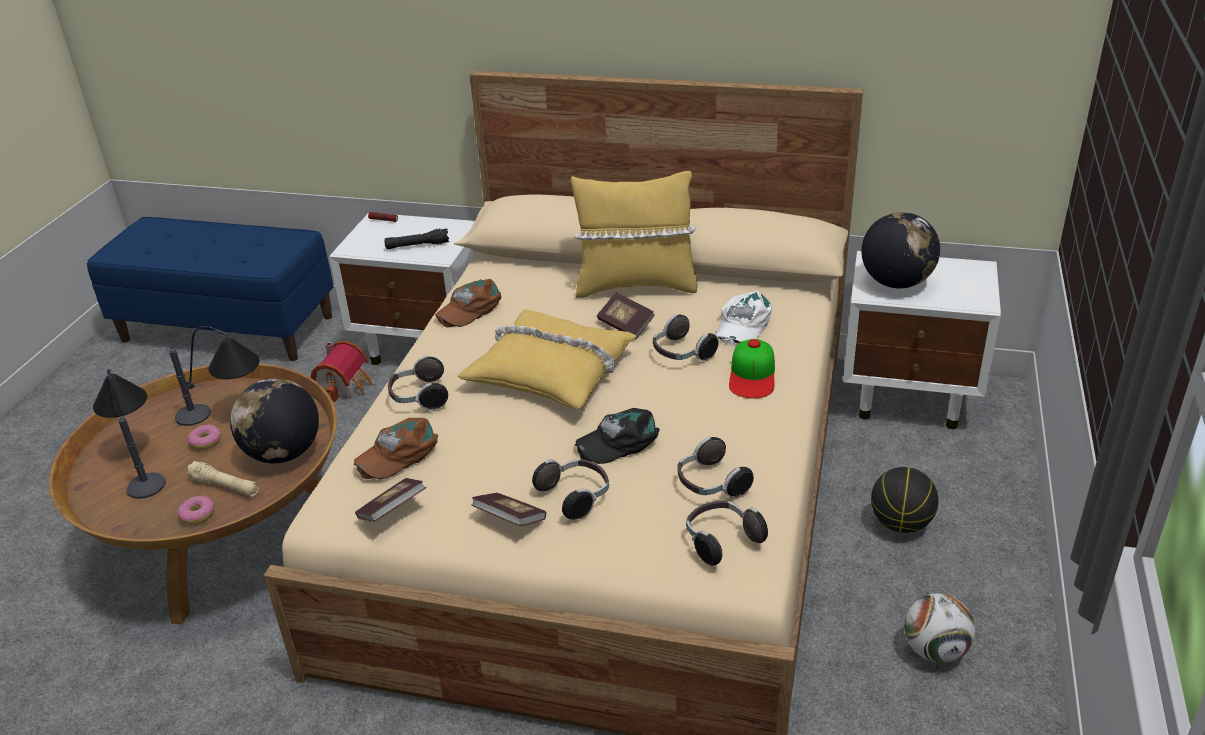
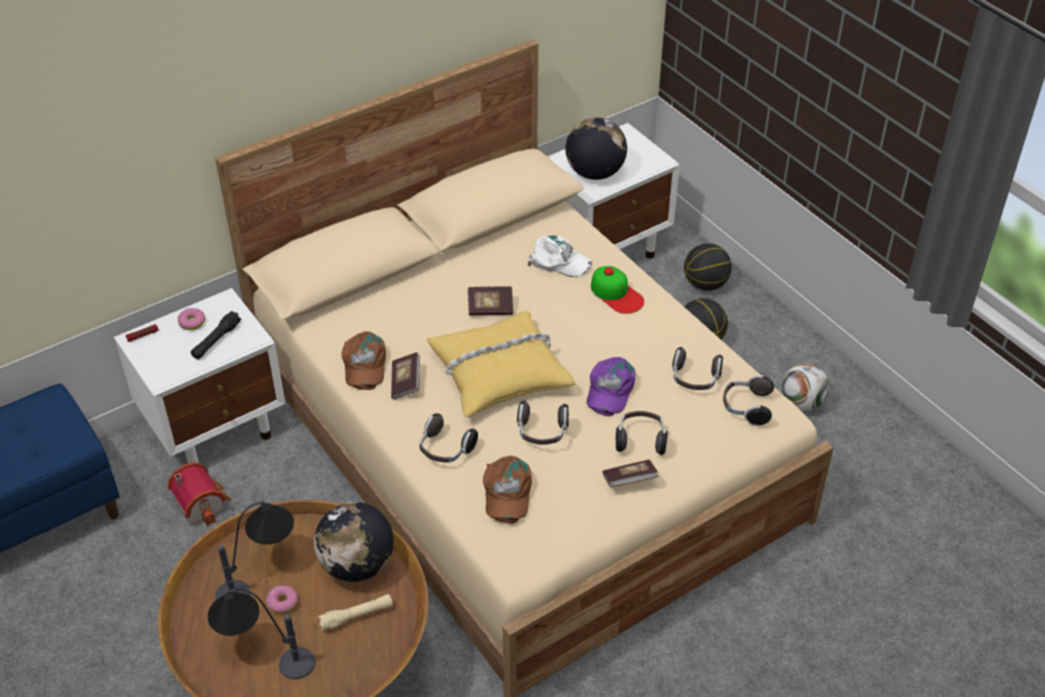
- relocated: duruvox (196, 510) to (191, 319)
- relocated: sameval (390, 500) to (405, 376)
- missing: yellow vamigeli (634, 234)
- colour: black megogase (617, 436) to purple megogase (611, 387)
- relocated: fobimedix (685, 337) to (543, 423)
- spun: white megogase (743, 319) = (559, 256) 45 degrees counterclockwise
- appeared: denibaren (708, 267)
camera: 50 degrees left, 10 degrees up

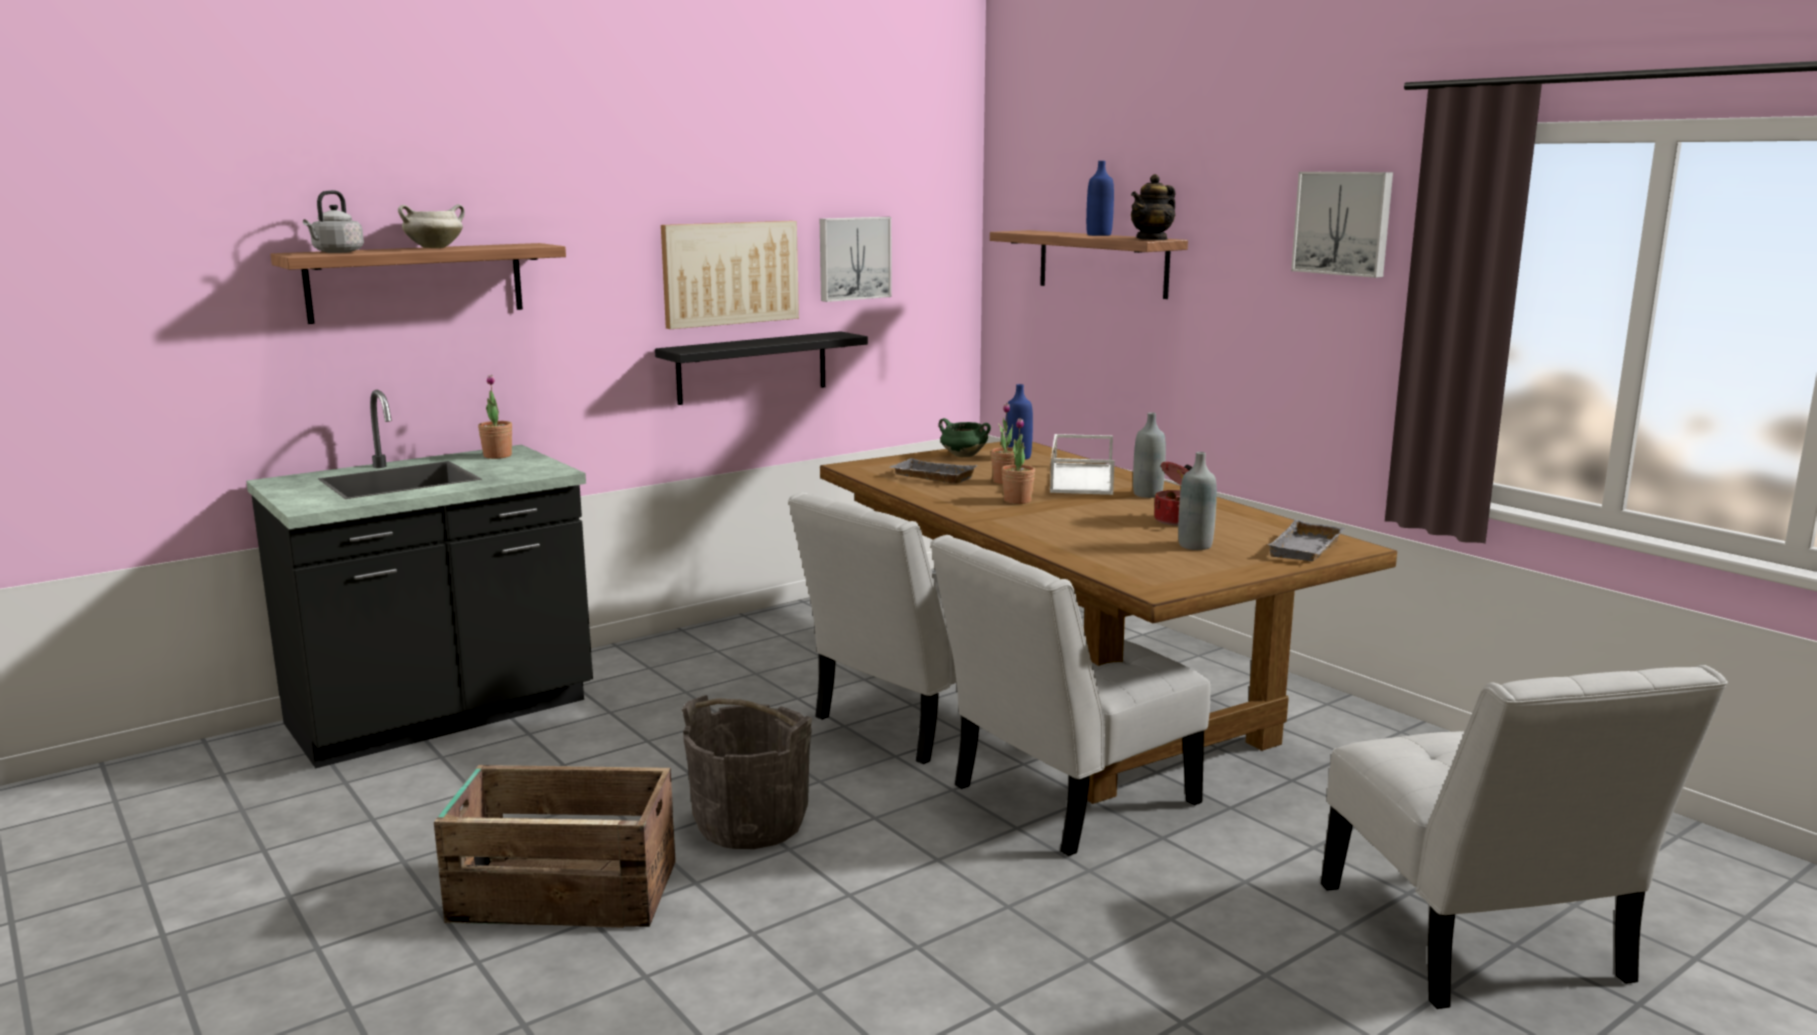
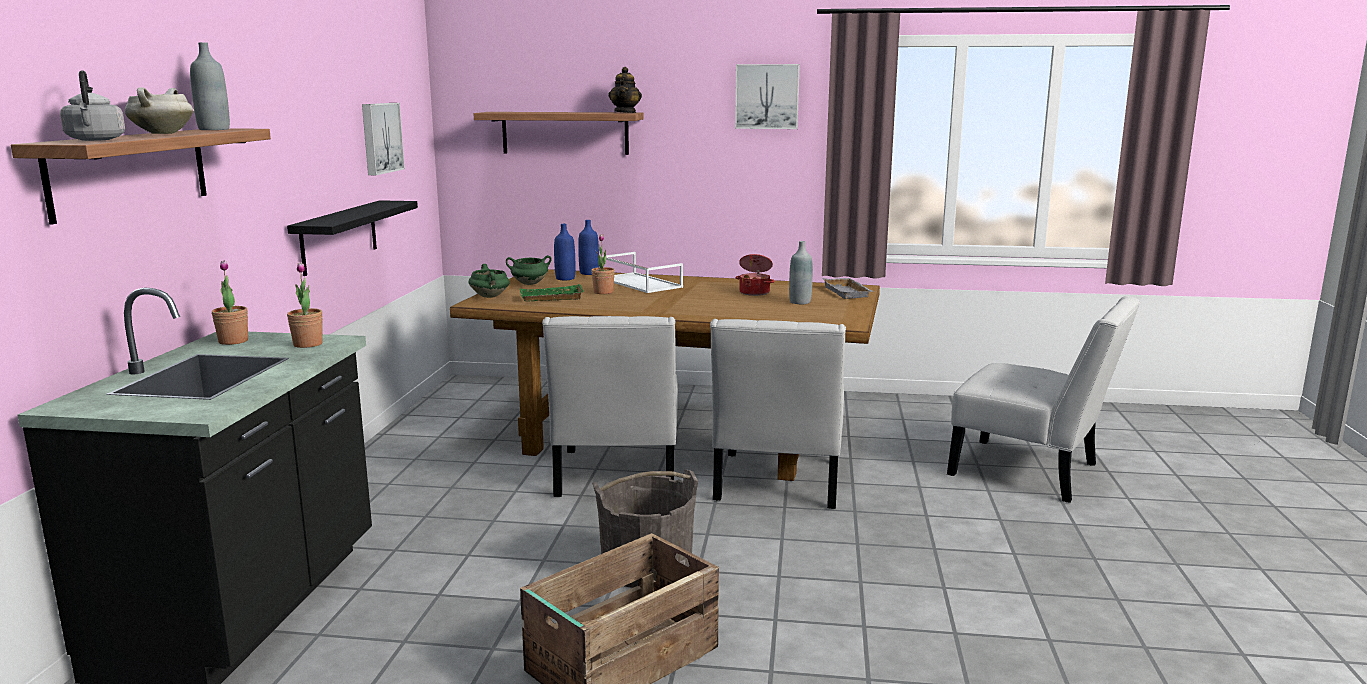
- missing: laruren (730, 275)
- colour: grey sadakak (934, 471) to green sadakak (552, 292)
- relocated: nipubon (1018, 461) to (305, 305)
- relocated: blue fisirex (1100, 198) to (588, 247)
- relocated: grey fisirex (1149, 455) to (210, 86)
- appeared: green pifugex (489, 281)
camera: 45 degrees left, 0 degrees up

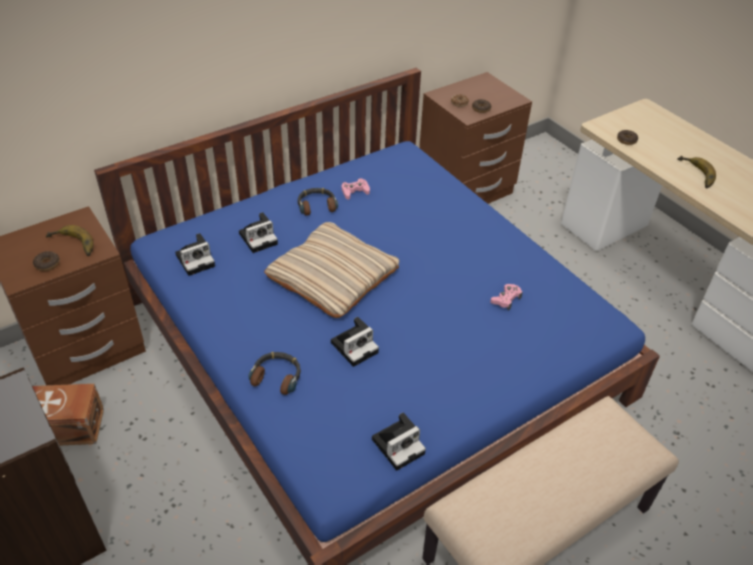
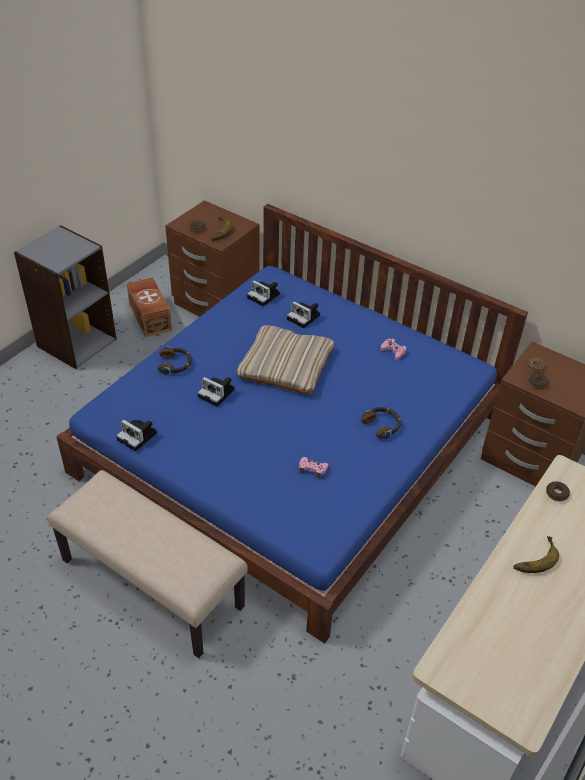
- relocated: fobimedix (318, 202) to (381, 423)
camera: 70 degrees right, 0 degrees up

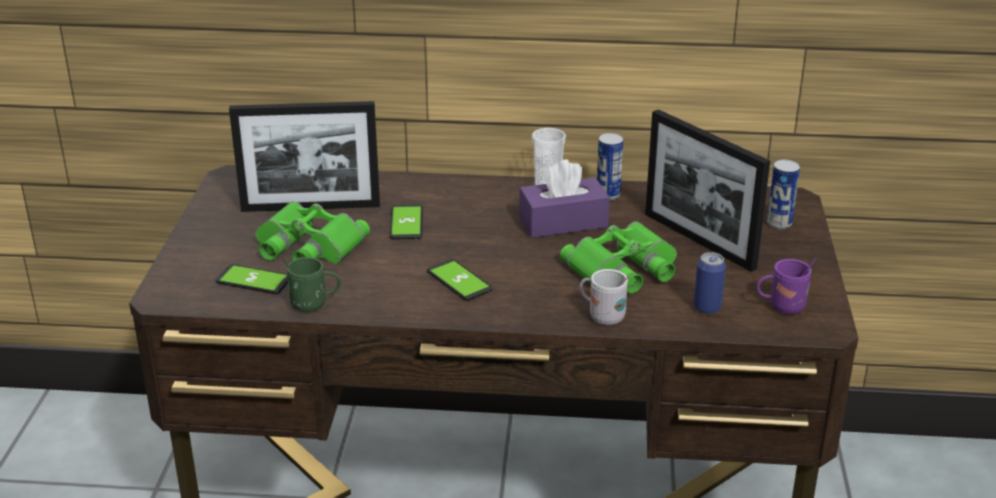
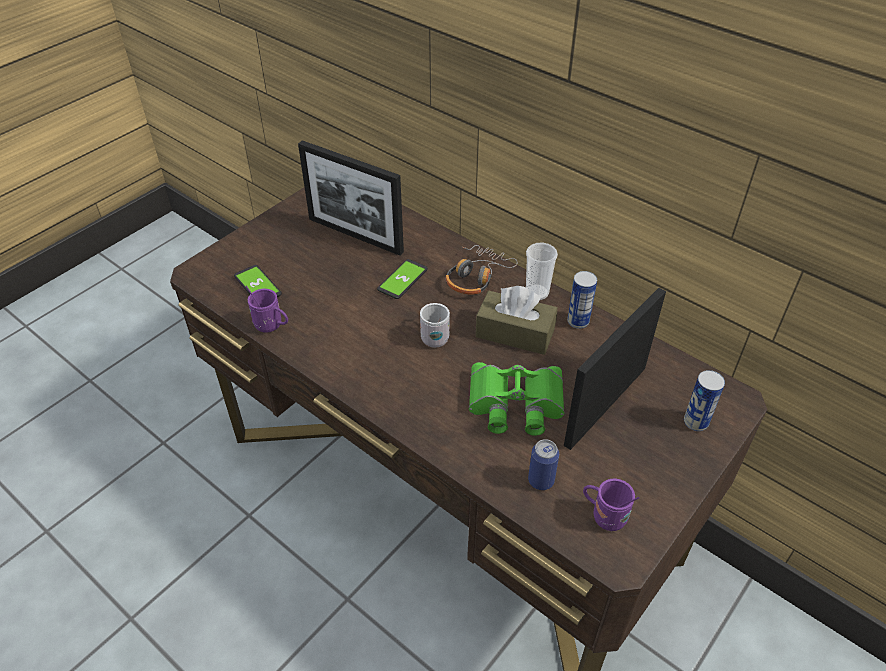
- missing: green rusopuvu (312, 232)
- colour: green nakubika (311, 284) to purple nakubika (267, 309)
- missing: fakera (460, 280)
- colour: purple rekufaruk (564, 198) to brown rekufaruk (517, 320)
- relocated: white nakubika (605, 297) to (435, 325)
- spun: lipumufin (707, 190) = (615, 369) 45 degrees clockwise
- appeared: fobimedix (481, 270)
camera: 35 degrees right, 15 degrees up

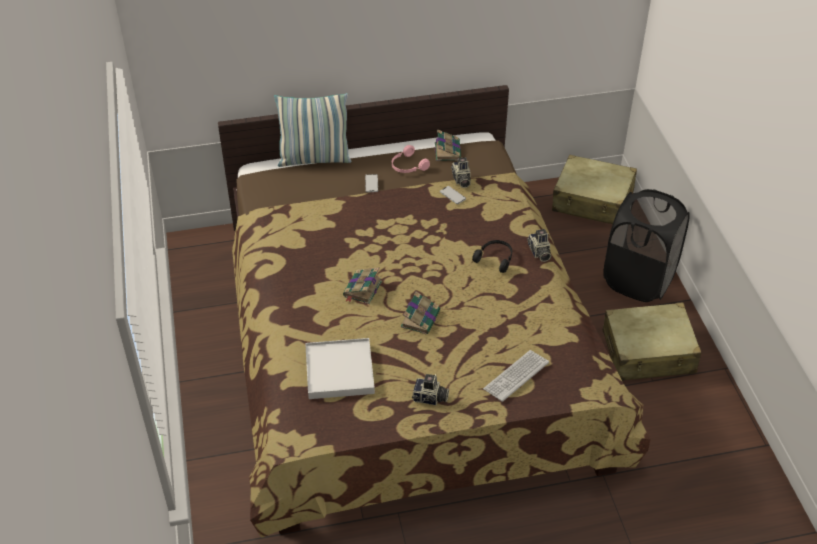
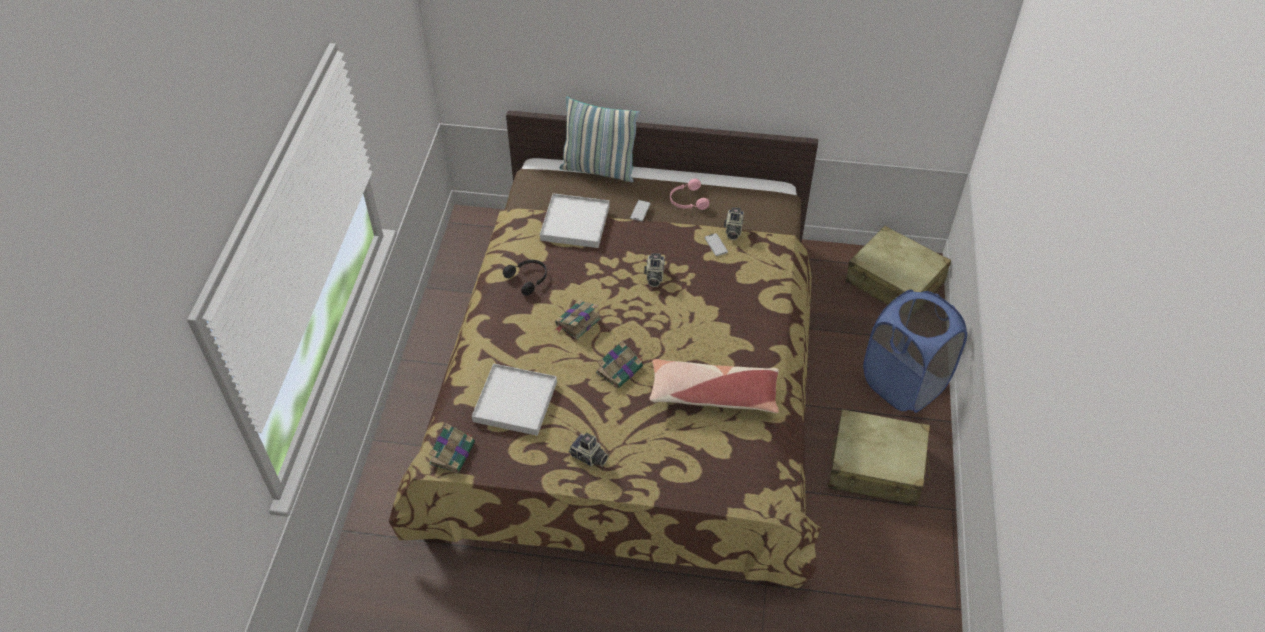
- relocated: sameval (447, 145) to (452, 448)
- relocated: black fobimedix (492, 256) to (525, 277)
- missing: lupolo (516, 376)
- relocated: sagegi (539, 245) to (654, 270)
- colour: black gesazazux (646, 245) to blue gesazazux (915, 351)
- appeared: white sadakak (575, 220)
- appeared: vamigeli (714, 386)
camera: 20 degrees right, 5 degrees up

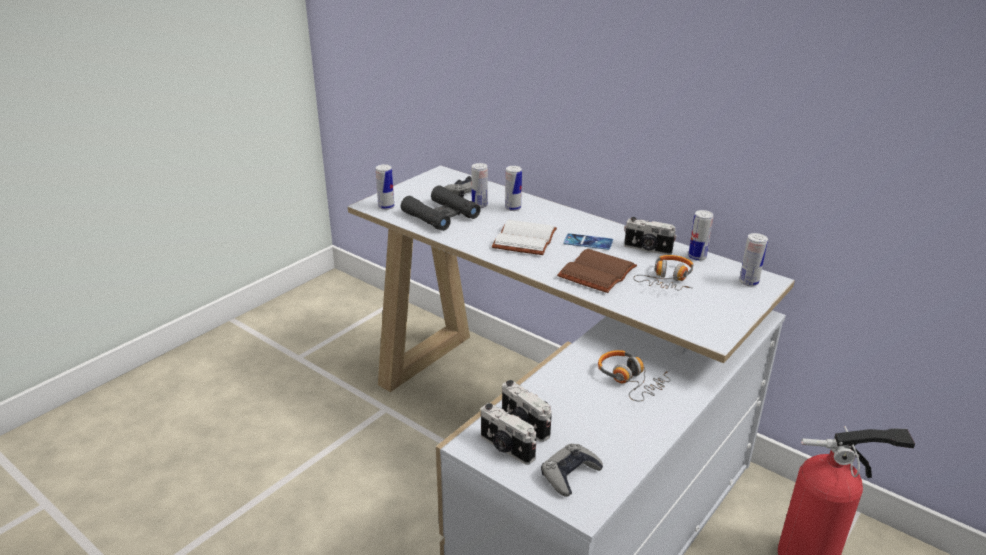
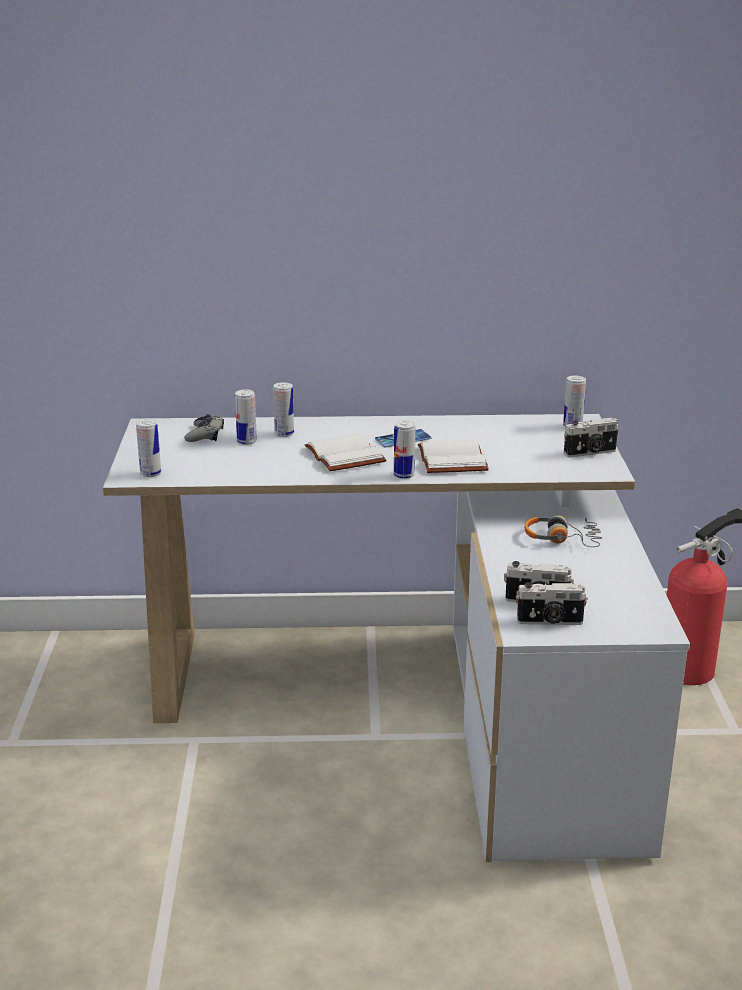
- missing: black rusopuvu (441, 208)
- missing: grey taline (572, 470)
- colour: brown sameval (597, 271) to white sameval (453, 456)
- relocated: sagegi (650, 236) to (591, 437)
- missing: fobimedix (663, 272)
- relocated: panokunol (700, 235) to (404, 449)
camera: 40 degrees left, 5 degrees down

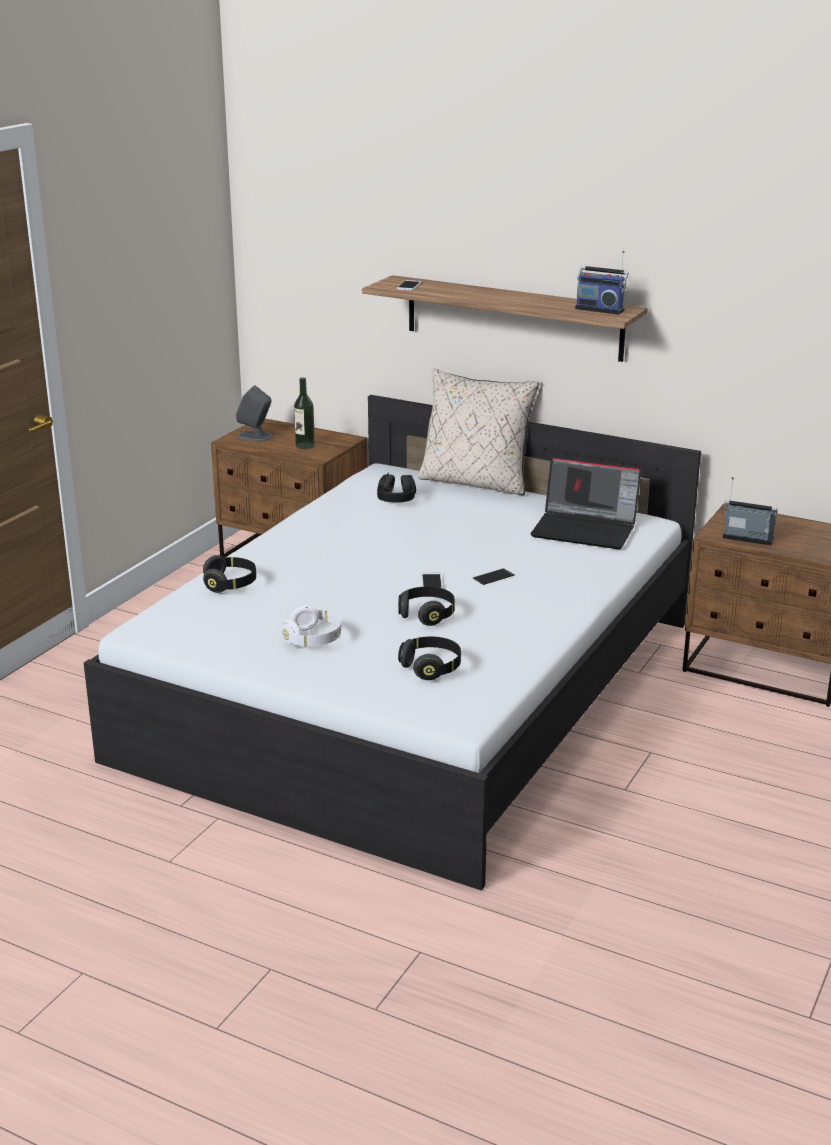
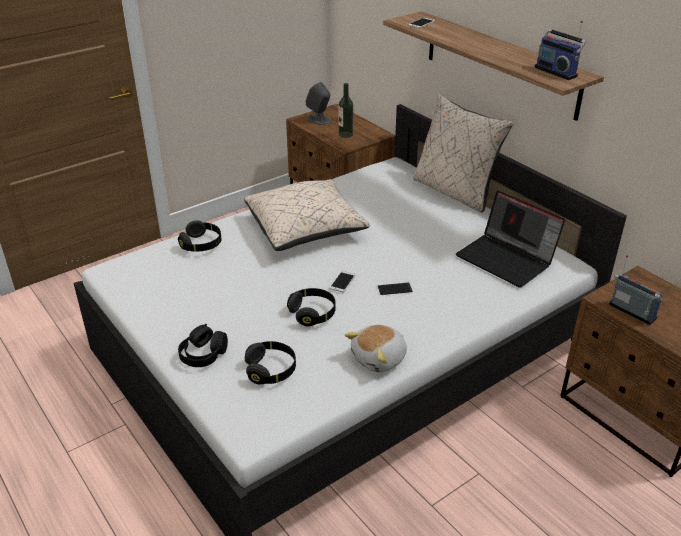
- missing: white fobimedix (311, 626)
- relocated: black fobimedix (396, 488) to (203, 345)
- appeared: beige vamigeli (307, 215)
- appeared: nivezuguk (376, 349)
camera: 25 degrees right, 10 degrees up

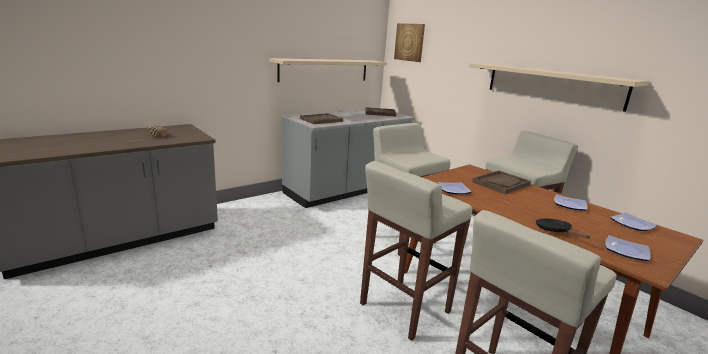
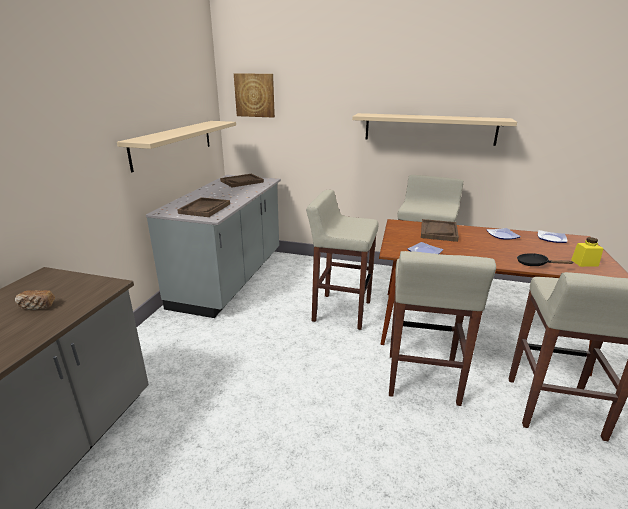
- exchanged: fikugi (628, 248) to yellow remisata (587, 252)
camera: 35 degrees left, 5 degrees up

